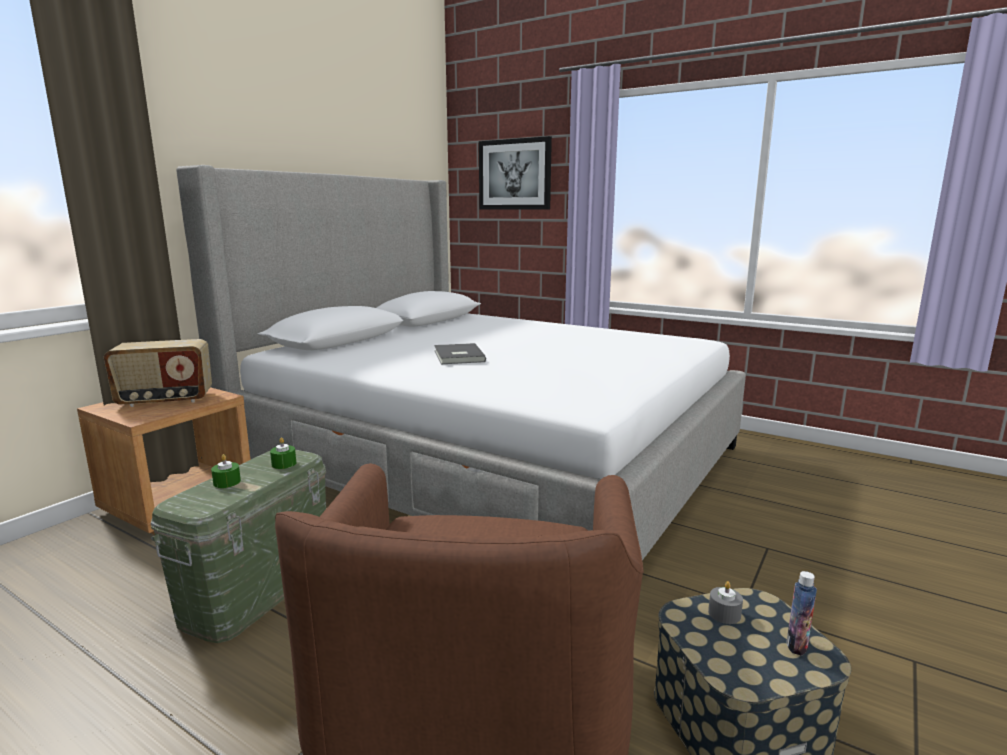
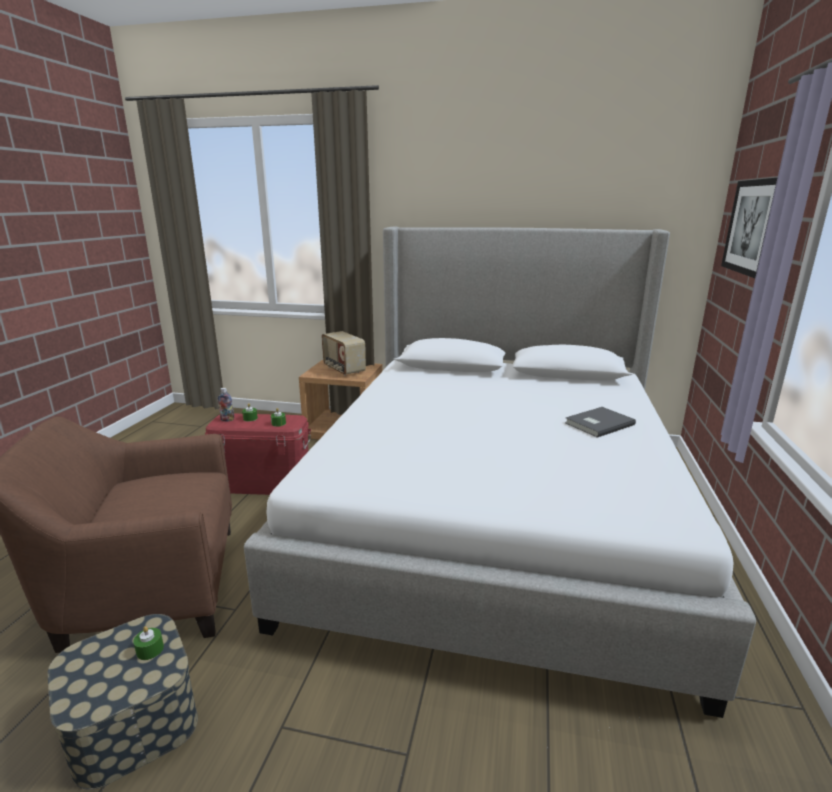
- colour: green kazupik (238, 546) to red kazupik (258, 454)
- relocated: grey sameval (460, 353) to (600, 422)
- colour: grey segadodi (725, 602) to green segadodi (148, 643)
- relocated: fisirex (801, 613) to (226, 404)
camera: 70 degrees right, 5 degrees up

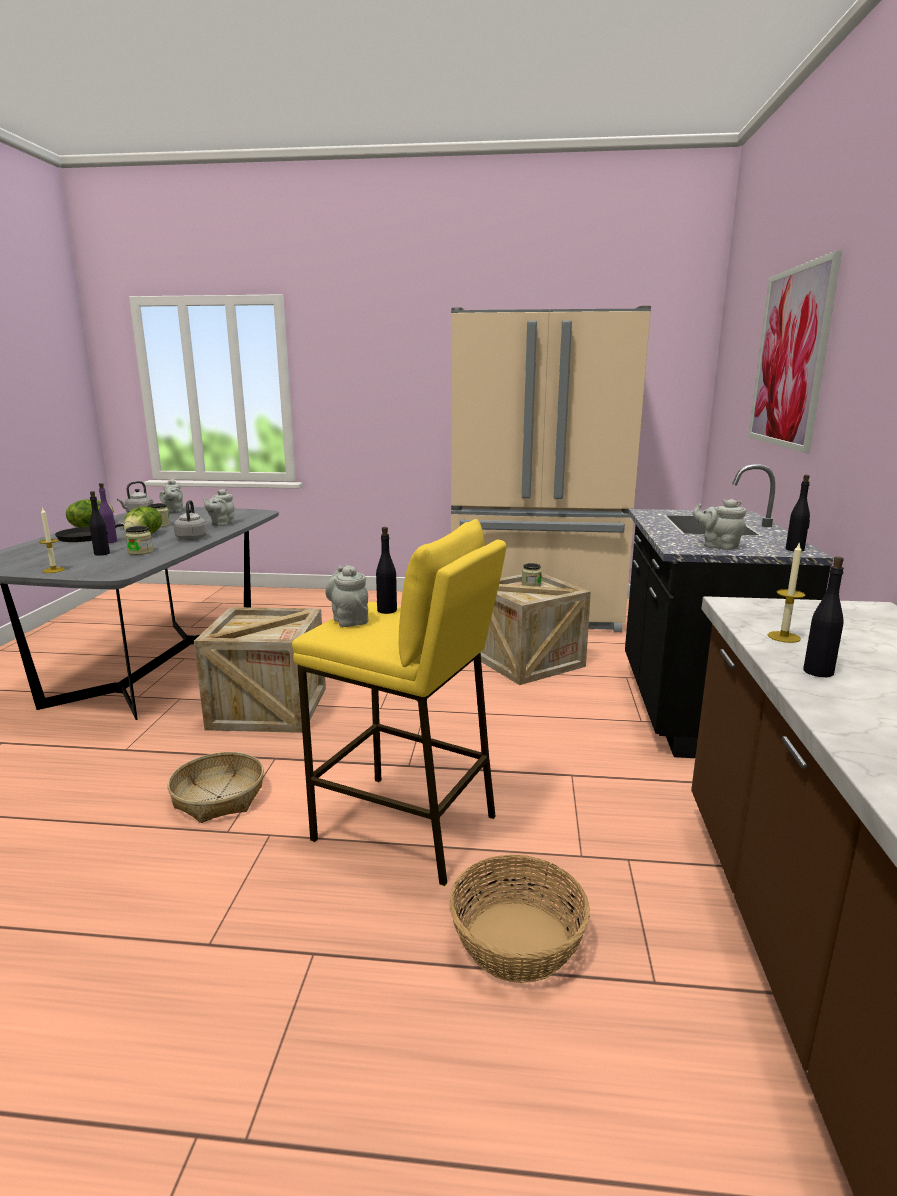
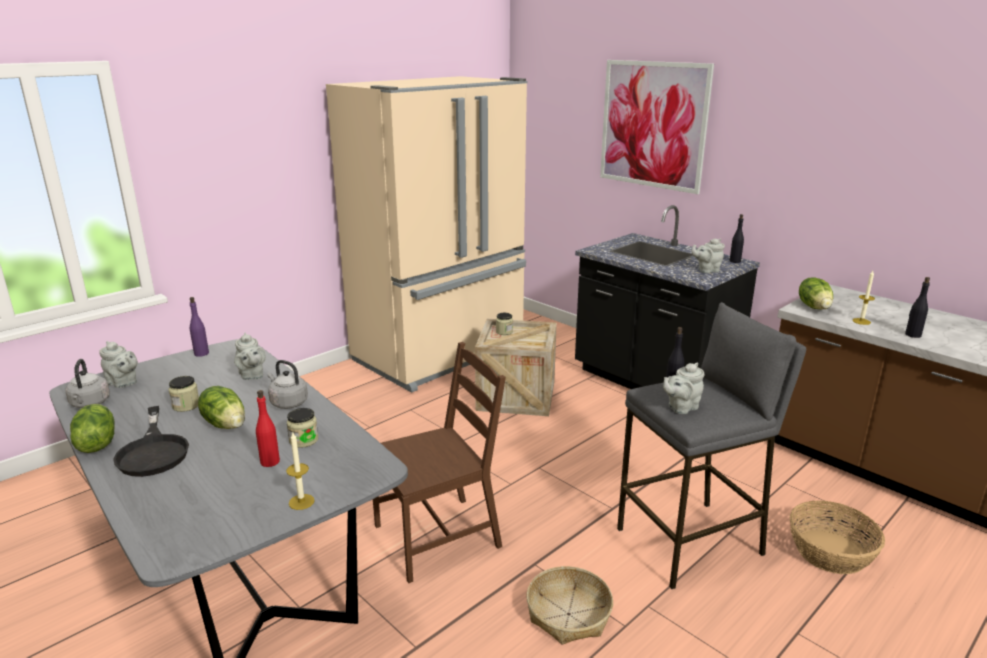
- colour: black fisirex (100, 523) to red fisirex (268, 428)
- relocated: purple fisirex (108, 513) to (199, 327)
- exchanged: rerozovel (260, 670) to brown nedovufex (439, 462)
- colour: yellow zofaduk (399, 702) to grey zofaduk (711, 445)
- spun: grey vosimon (346, 596) = (683, 388) 45 degrees counterclockwise
- appeared: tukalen (816, 293)
camera: 50 degrees left, 5 degrees up

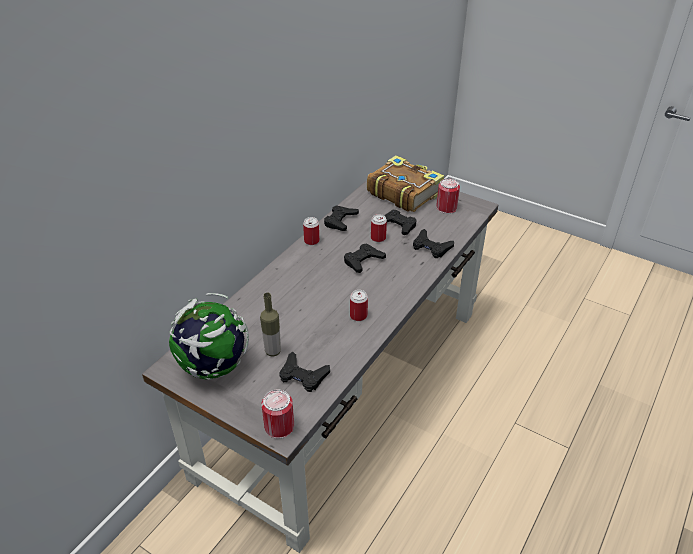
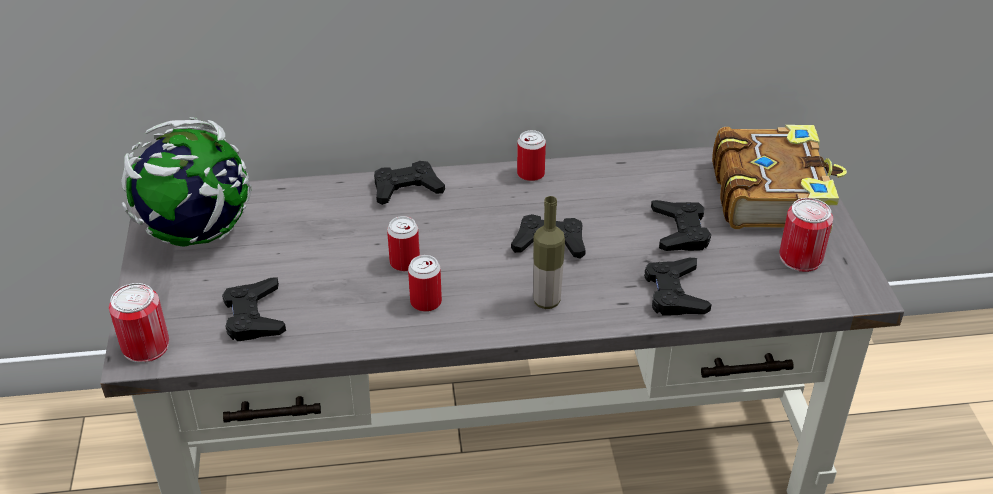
- relocated: fisirex (270, 325) to (549, 252)
- relocated: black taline (341, 218) to (409, 183)
- relocated: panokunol (379, 228) to (403, 243)
camera: 50 degrees right, 0 degrees up

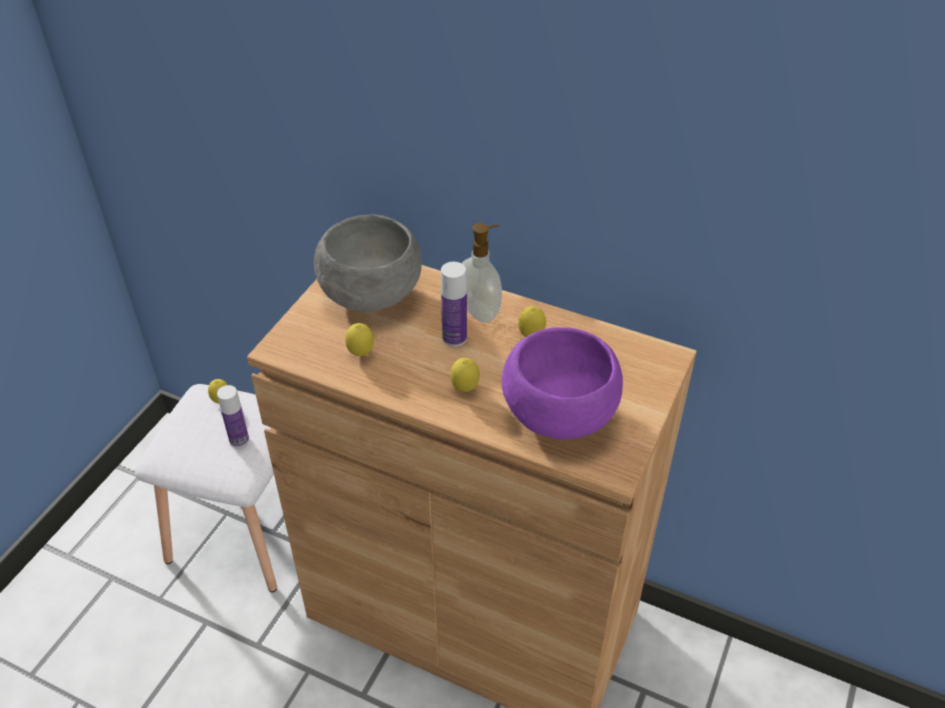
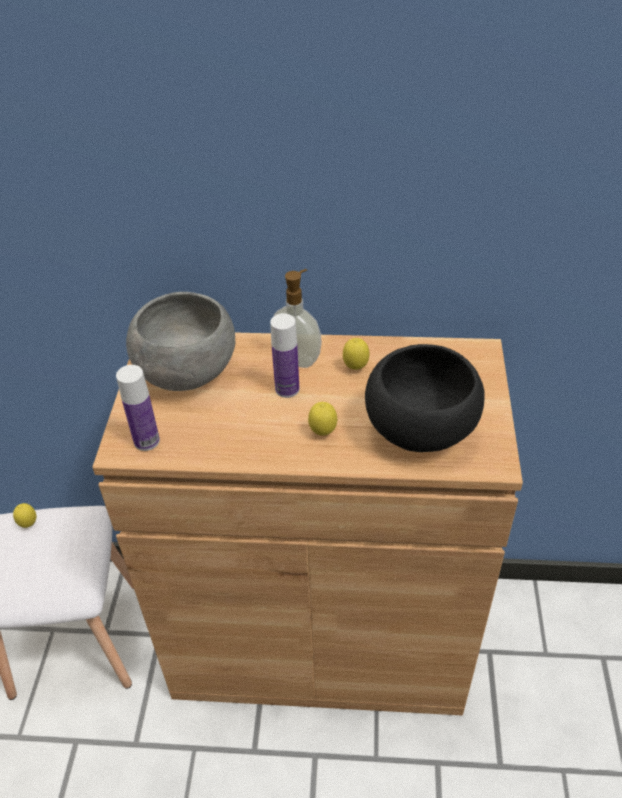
- relocated: fisirex (233, 416) to (138, 408)
- missing: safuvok (359, 339)
- colour: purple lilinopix (562, 383) to black lilinopix (425, 398)
camera: 20 degrees left, 0 degrees up

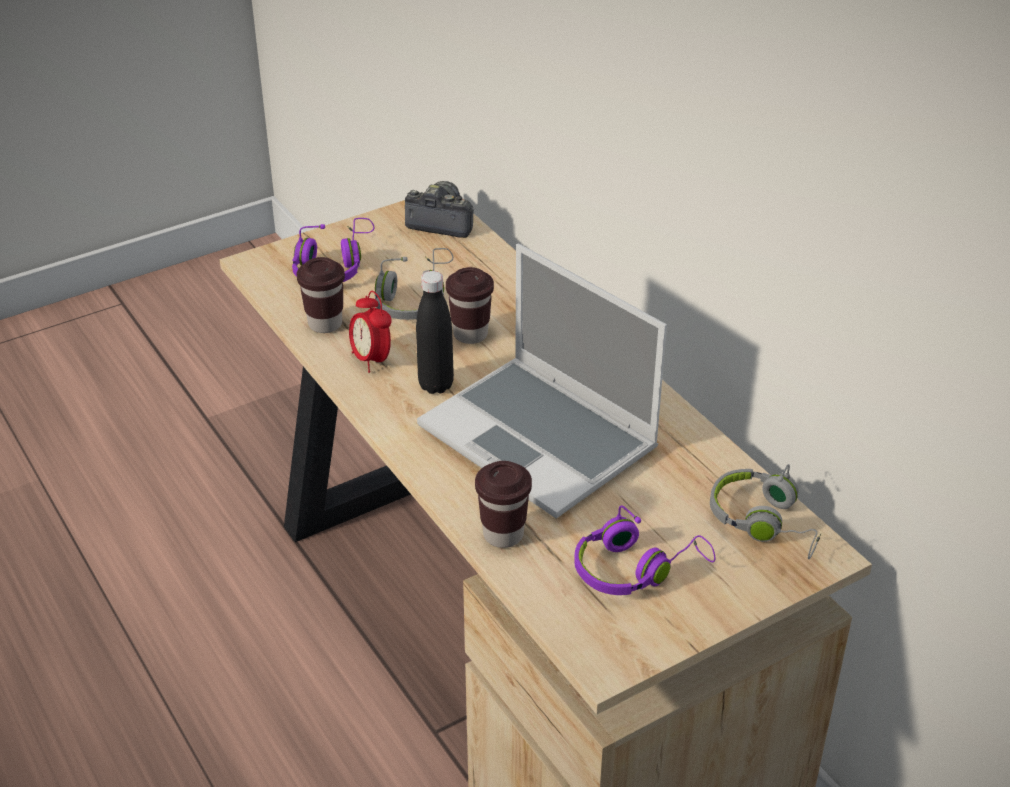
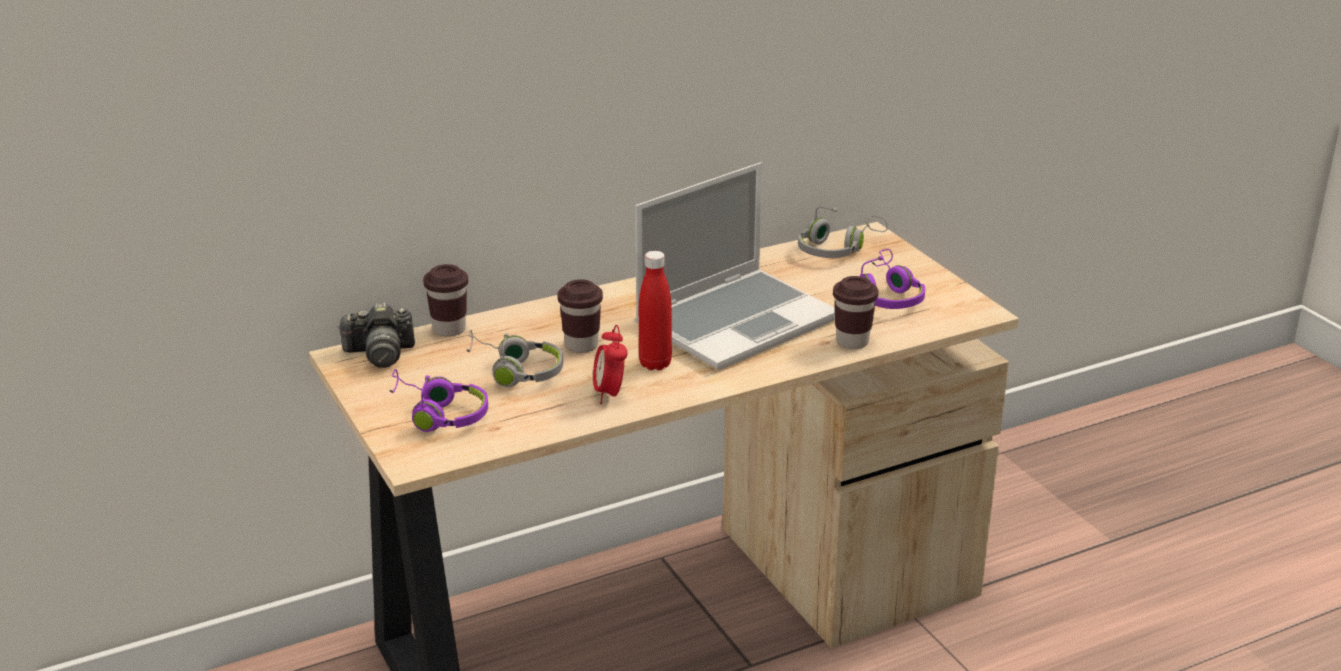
- relocated: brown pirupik (321, 295) to (445, 300)
- spun: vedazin (370, 332) = (610, 364) 105 degrees clockwise
- spun: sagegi (440, 209) = (376, 335) 120 degrees counterclockwise
- colour: black fisirex (435, 332) to red fisirex (655, 310)
camera: 85 degrees left, 10 degrees down

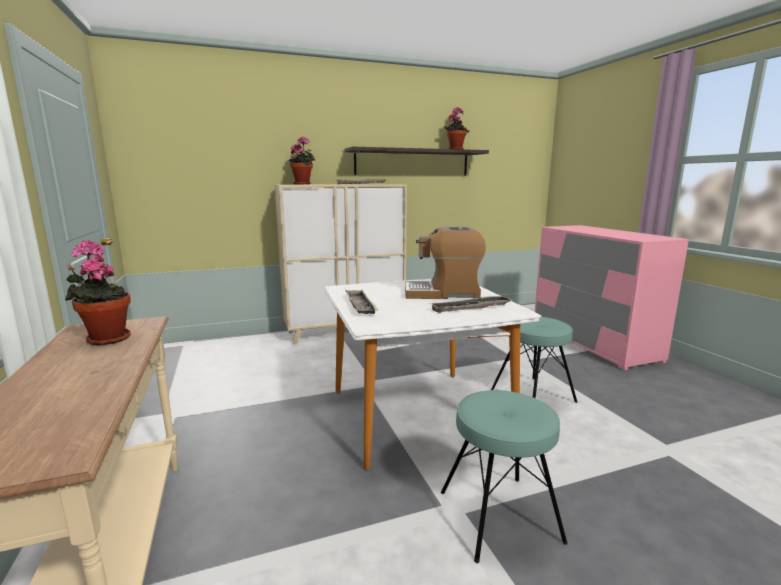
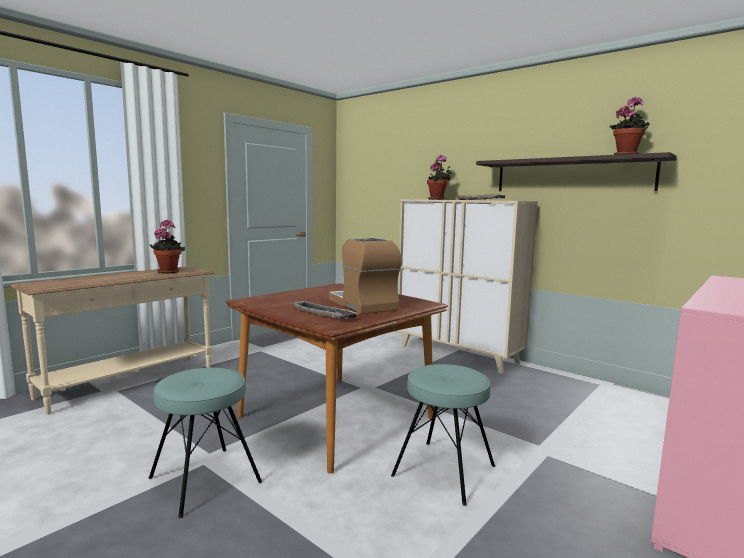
- colour: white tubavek (433, 374) to brown tubavek (336, 378)
- missing: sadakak (361, 302)
camera: 60 degrees right, 5 degrees down

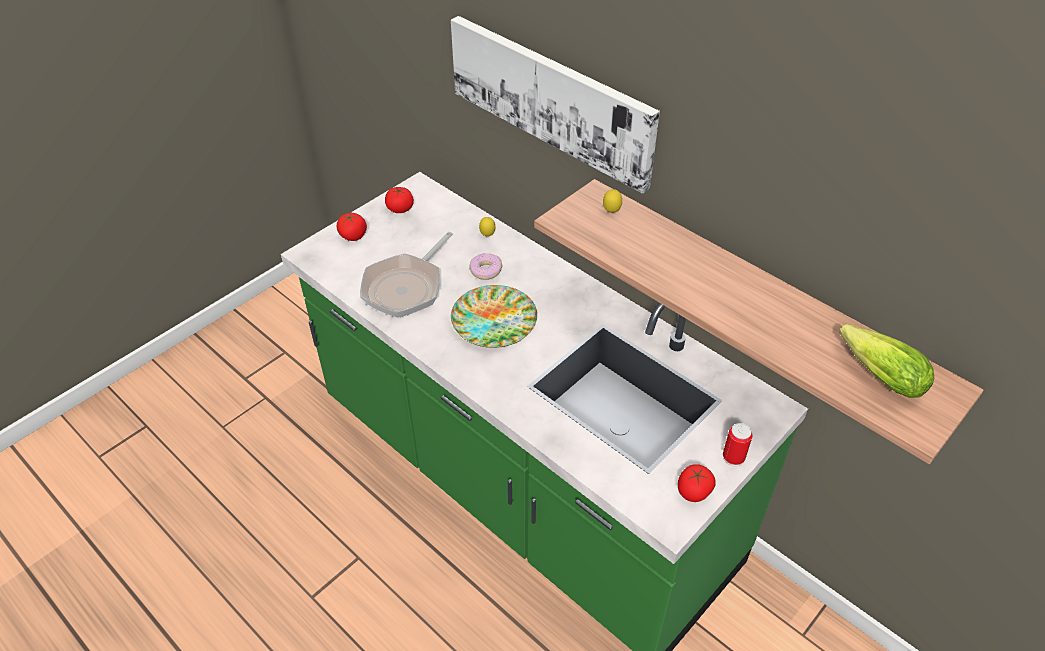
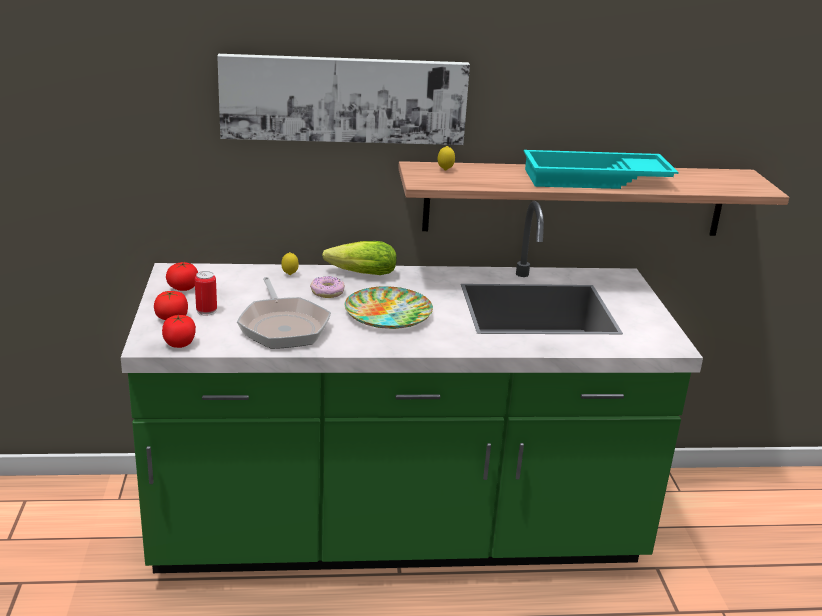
- relocated: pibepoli (697, 483) to (179, 331)
- relocated: panokunol (737, 444) to (206, 293)
- relocated: tukalen (887, 361) to (359, 258)
- appeared: turquoise sadakak (601, 169)
camera: 50 degrees left, 20 degrees down

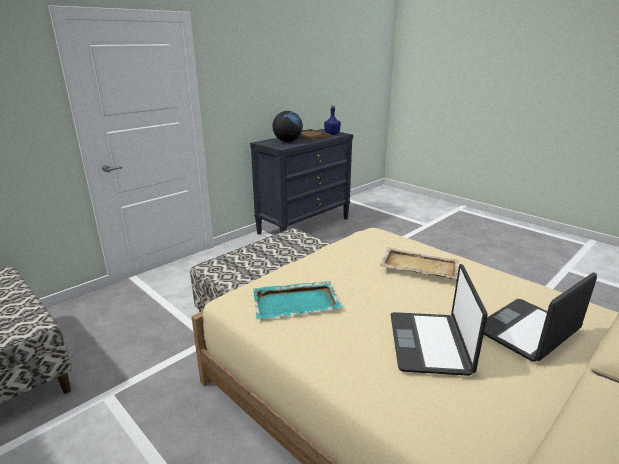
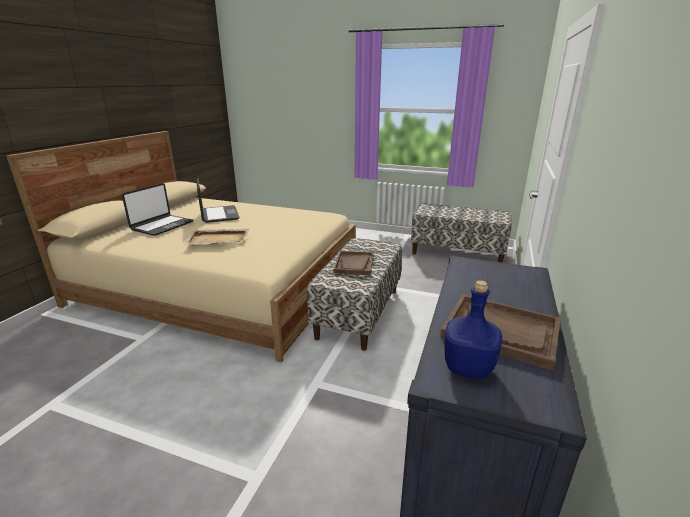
- missing: turquoise sadakak (297, 300)
- missing: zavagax (287, 126)
- appeared: brown sadakak (353, 263)
camera: 155 degrees right, 0 degrees up

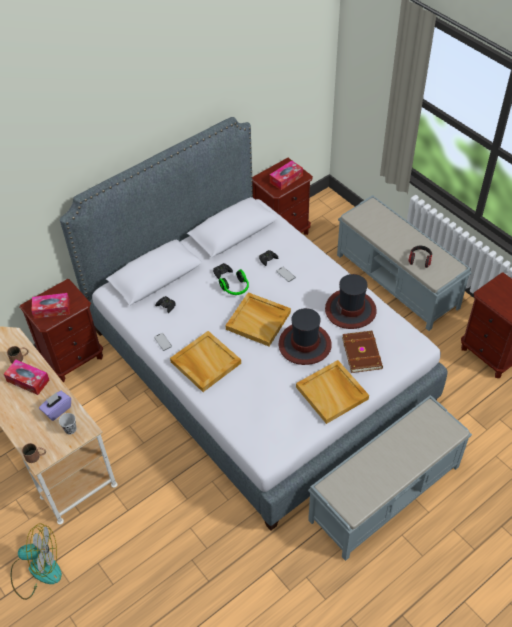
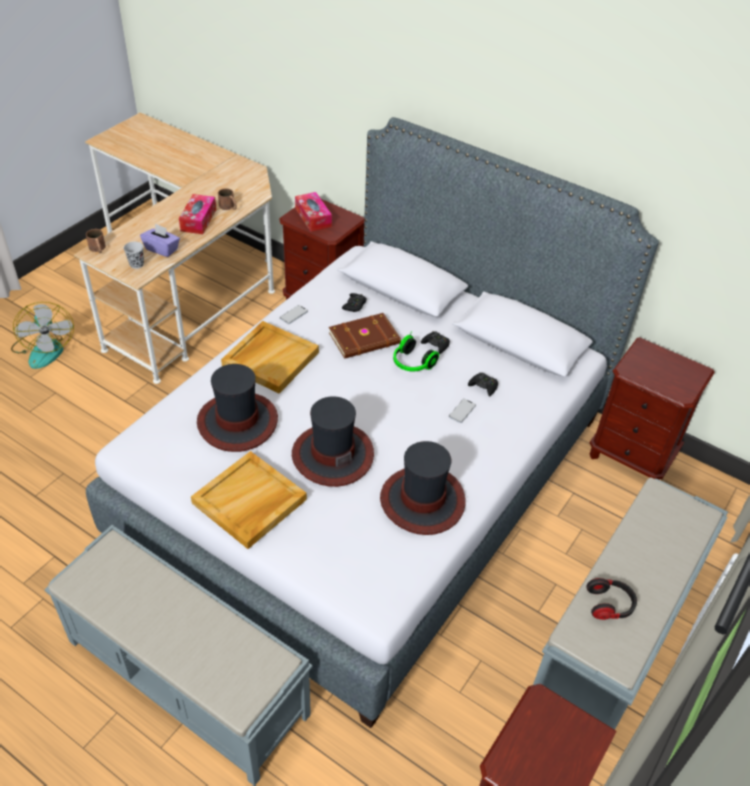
- missing: beige sadakak (258, 319)
- missing: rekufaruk (286, 175)
- relocated: brown sameval (362, 352) to (365, 336)
- appeared: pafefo (237, 408)
camera: 70 degrees right, 5 degrees down

